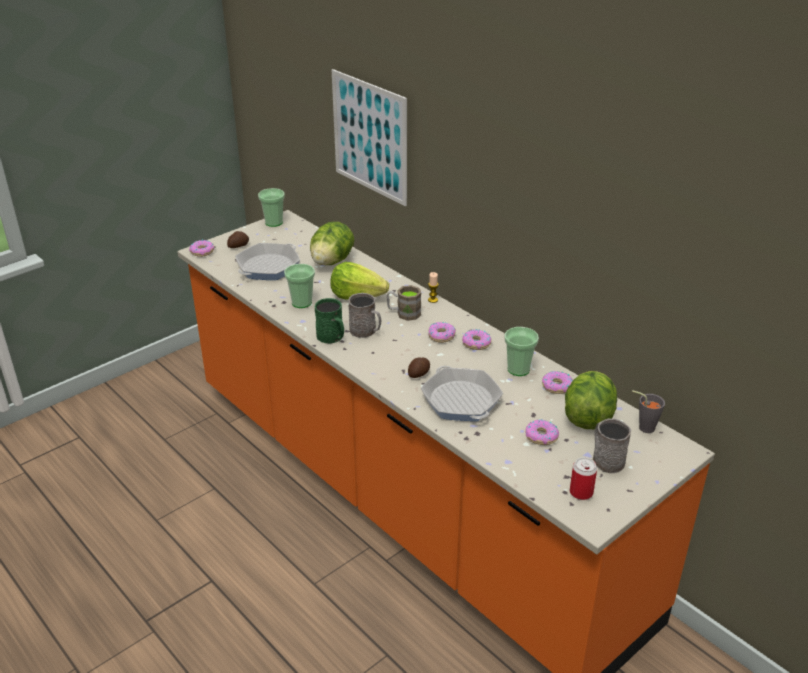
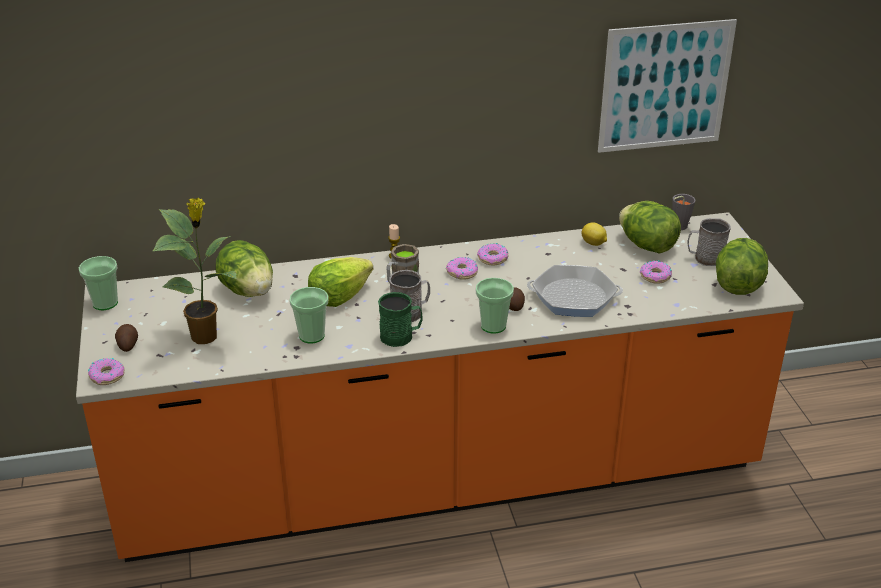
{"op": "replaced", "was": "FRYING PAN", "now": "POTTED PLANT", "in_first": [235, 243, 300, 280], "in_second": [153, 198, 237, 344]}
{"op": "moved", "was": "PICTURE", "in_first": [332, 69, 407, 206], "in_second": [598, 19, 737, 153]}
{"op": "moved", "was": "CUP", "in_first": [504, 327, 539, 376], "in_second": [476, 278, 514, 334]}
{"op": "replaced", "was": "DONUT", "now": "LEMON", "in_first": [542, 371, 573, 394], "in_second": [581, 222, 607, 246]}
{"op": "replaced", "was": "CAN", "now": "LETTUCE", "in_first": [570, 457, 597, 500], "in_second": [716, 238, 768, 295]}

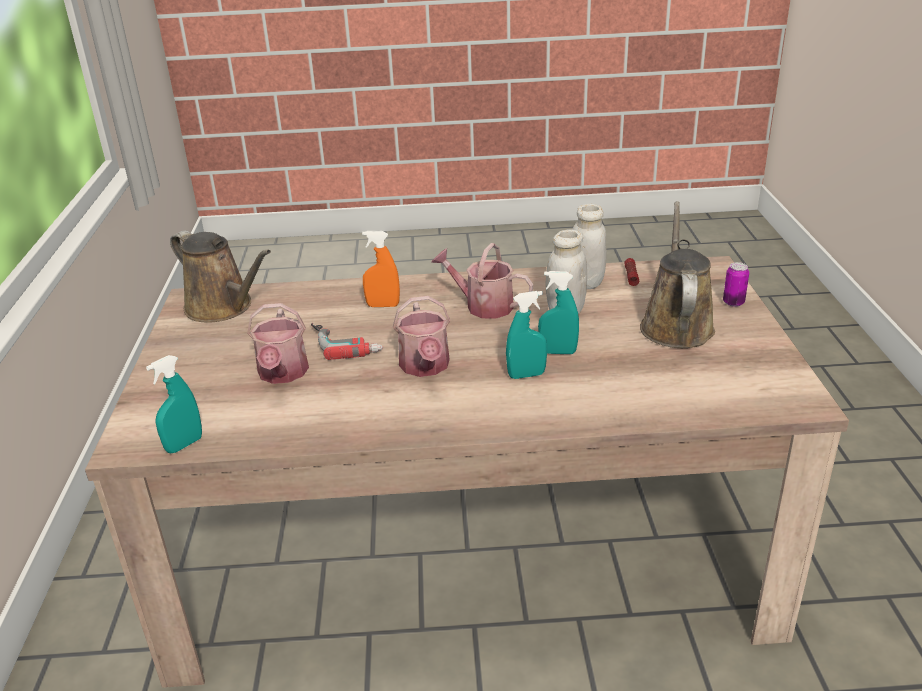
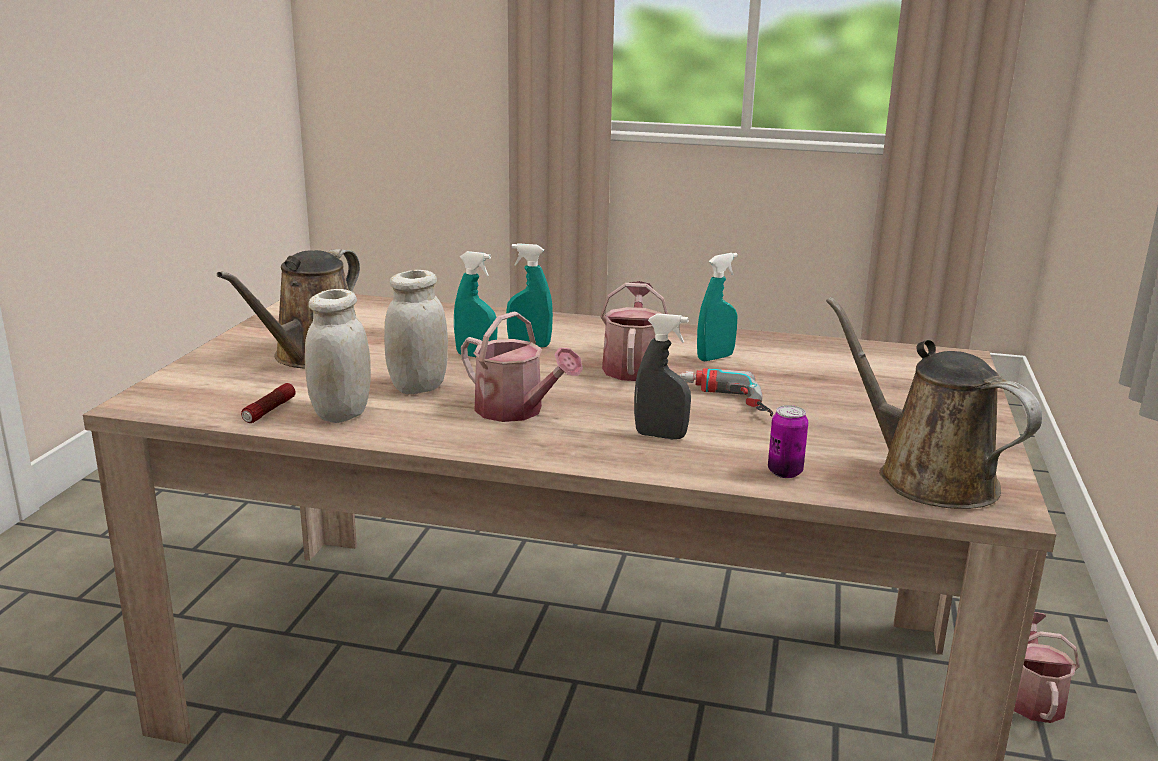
{"op": "moved", "was": "TURQUOISE SPRAY BOTTLE", "in_first": [146, 355, 202, 453], "in_second": [697, 253, 738, 361]}
{"op": "moved", "was": "WATERING CAN", "in_first": [247, 303, 309, 384], "in_second": [1014, 612, 1080, 723]}
{"op": "recoloured", "was": "ORANGE SPRAY BOTTLE", "now": "GREY SPRAY BOTTLE", "in_first": [362, 231, 400, 307], "in_second": [634, 313, 691, 439]}
{"op": "moved", "was": "CAN", "in_first": [723, 262, 749, 307], "in_second": [768, 405, 808, 478]}

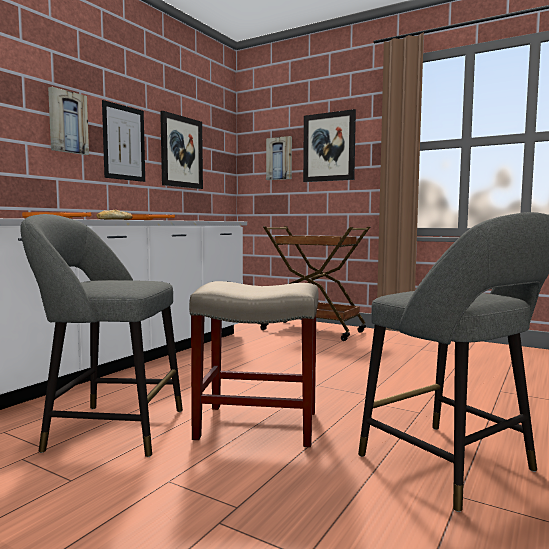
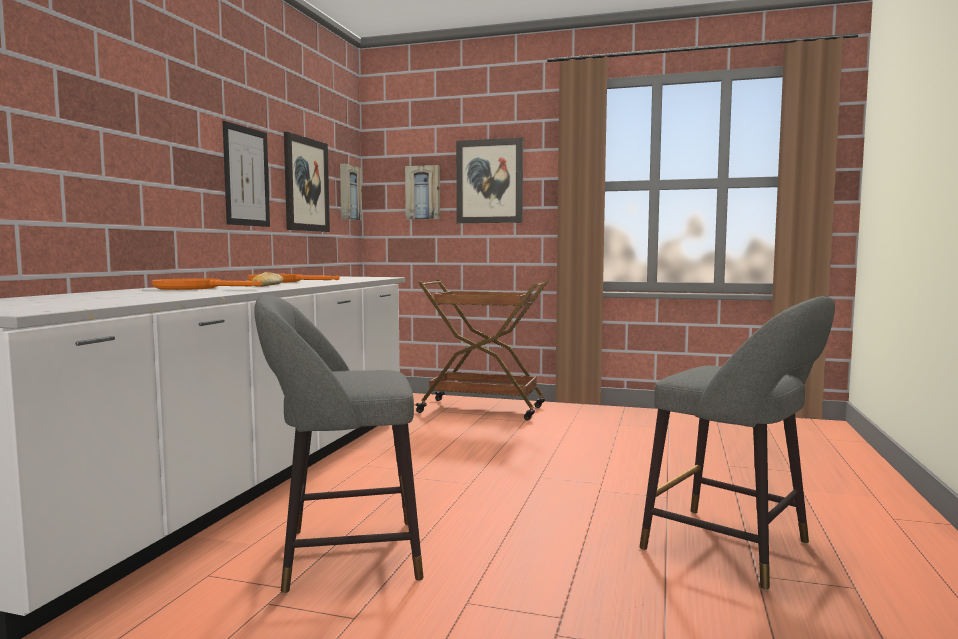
{"op": "moved", "was": "PICTURE", "in_first": [48, 87, 89, 155], "in_second": [340, 164, 362, 220]}
{"op": "removed", "was": "BEIGE STOOL", "in_first": [189, 281, 319, 447]}

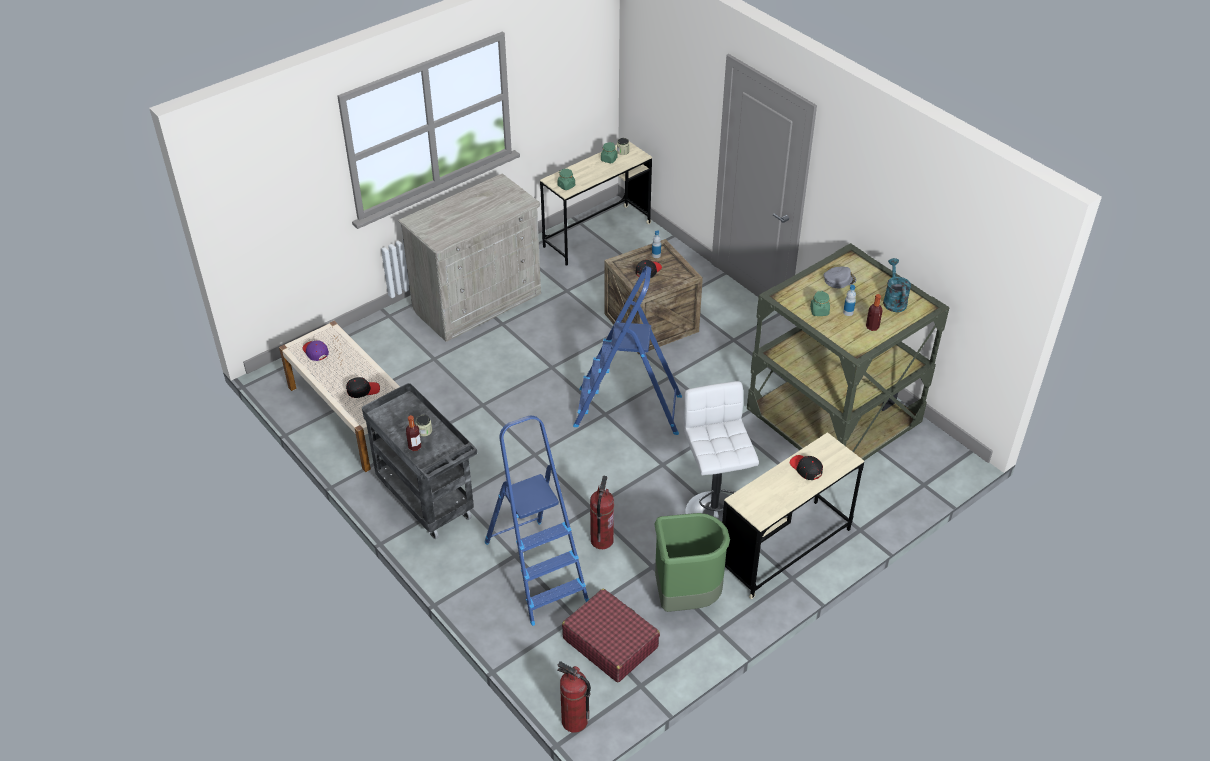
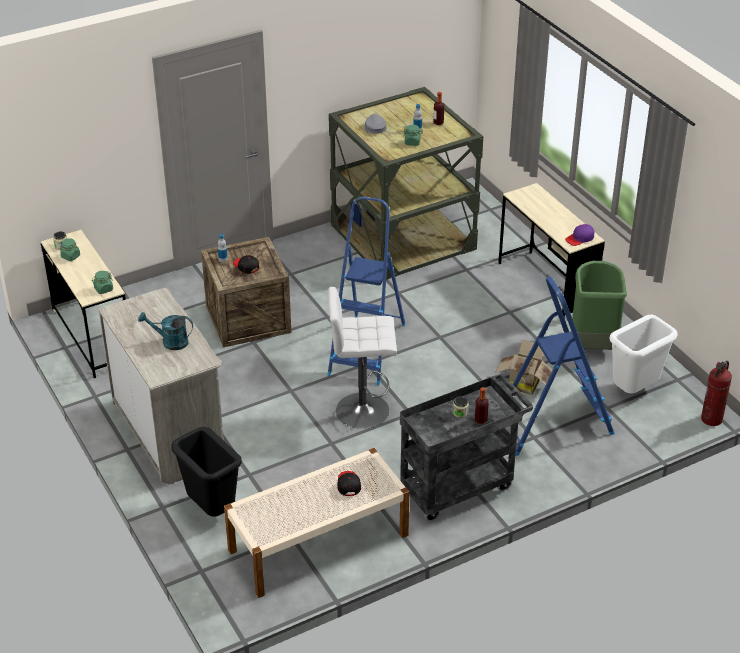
{"op": "moved", "was": "PURPLE CAP", "in_first": [302, 341, 329, 361], "in_second": [565, 224, 594, 246]}
{"op": "replaced", "was": "RED SUITCASE", "now": "WHITE TRASH CAN", "in_first": [562, 589, 660, 682], "in_second": [609, 315, 678, 394]}
{"op": "replaced", "was": "FIRE EXTINGUISHER", "now": "CARDBOARD BOX", "in_first": [590, 476, 614, 549], "in_second": [495, 340, 552, 395]}
{"op": "moved", "was": "WHITE STOOL", "in_first": [684, 381, 759, 522], "in_second": [328, 287, 397, 429]}
{"op": "removed", "was": "BLACK CAP", "in_first": [790, 455, 823, 480]}
{"op": "moved", "was": "TURQUOISE WATERING CAN", "in_first": [883, 258, 911, 312], "in_second": [138, 312, 193, 350]}
{"op": "added", "now": "BLACK TRASH CAN", "in_second": [171, 427, 242, 517]}

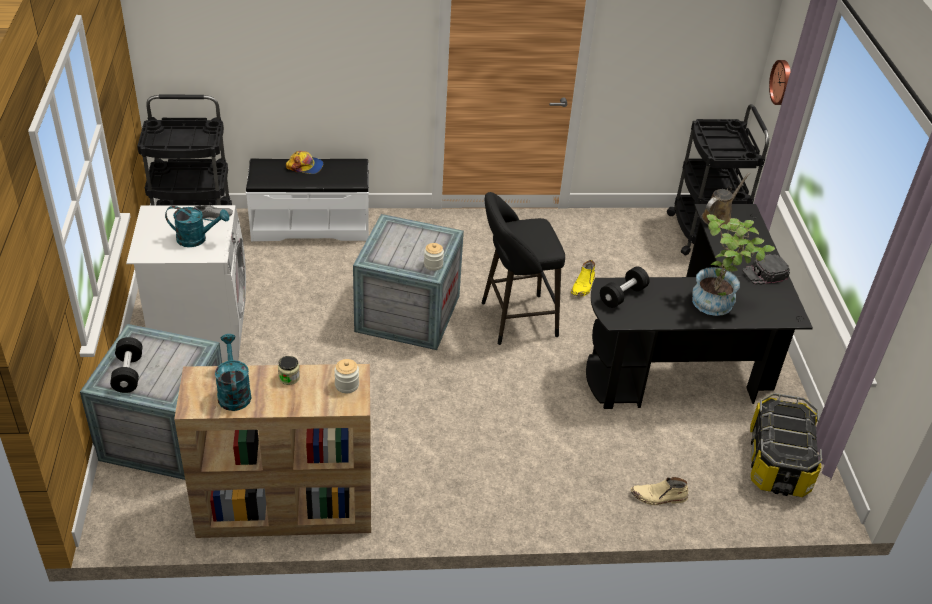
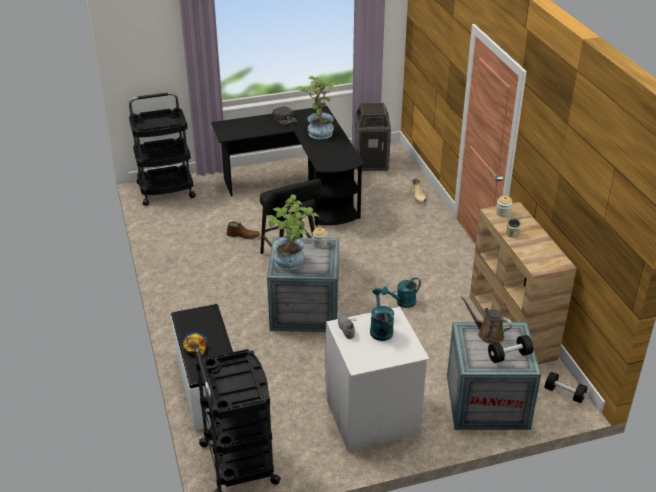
{"op": "moved", "was": "TURQUOISE WATERING CAN", "in_first": [215, 334, 251, 411], "in_second": [382, 278, 421, 308]}
{"op": "recoloured", "was": "YELLOW BOOT", "now": "BROWN BOOT", "in_first": [571, 260, 595, 297], "in_second": [227, 221, 260, 239]}
{"op": "moved", "was": "BLACK DUMBBELL", "in_first": [600, 266, 650, 308], "in_second": [545, 372, 587, 403]}
{"op": "moved", "was": "BROWN WATERING CAN", "in_first": [702, 173, 750, 226], "in_second": [461, 296, 513, 344]}
{"op": "replaced", "was": "STORAGE BOX", "now": "TRASH CAN", "in_first": [750, 393, 822, 497], "in_second": [355, 103, 391, 171]}
{"op": "removed", "was": "WALL CLOCK", "in_first": [769, 60, 791, 105]}
{"op": "added", "now": "POTTED PLANT", "in_second": [266, 195, 319, 270]}

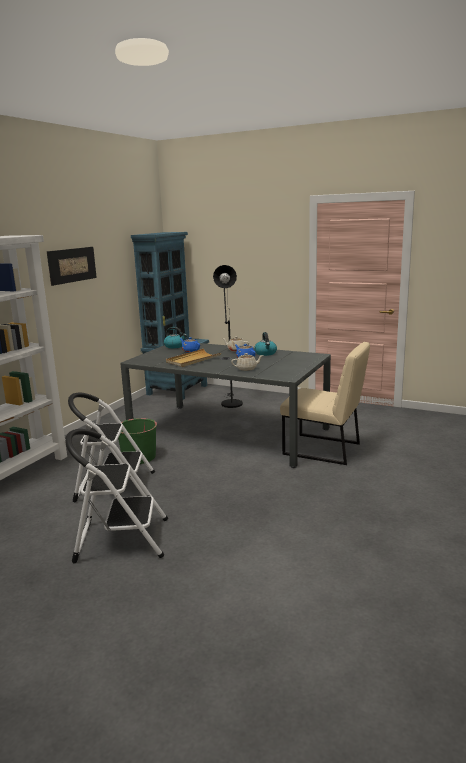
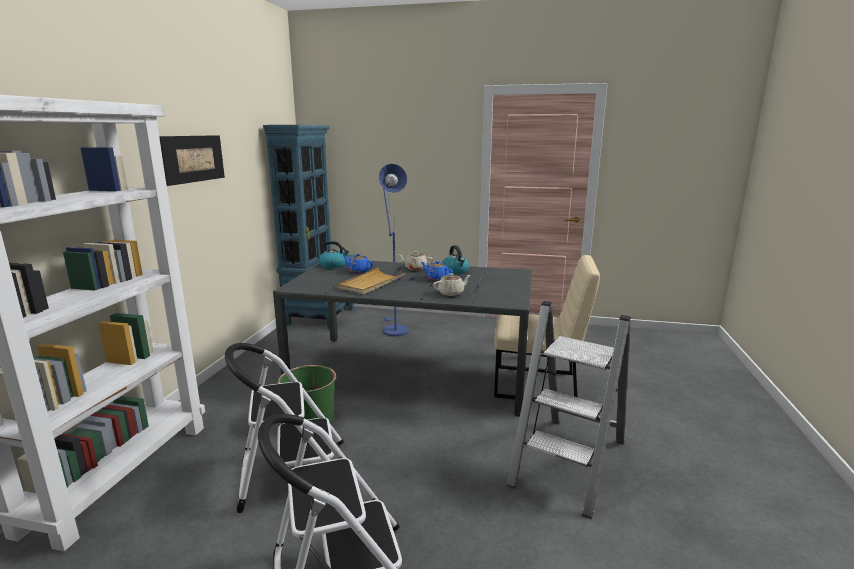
{"op": "recoloured", "was": "BLACK FLOOR LAMP", "now": "BLUE FLOOR LAMP", "in_first": [213, 265, 243, 408], "in_second": [379, 164, 409, 337]}
{"op": "added", "now": "GREY STEP LADDER", "in_second": [506, 301, 631, 520]}

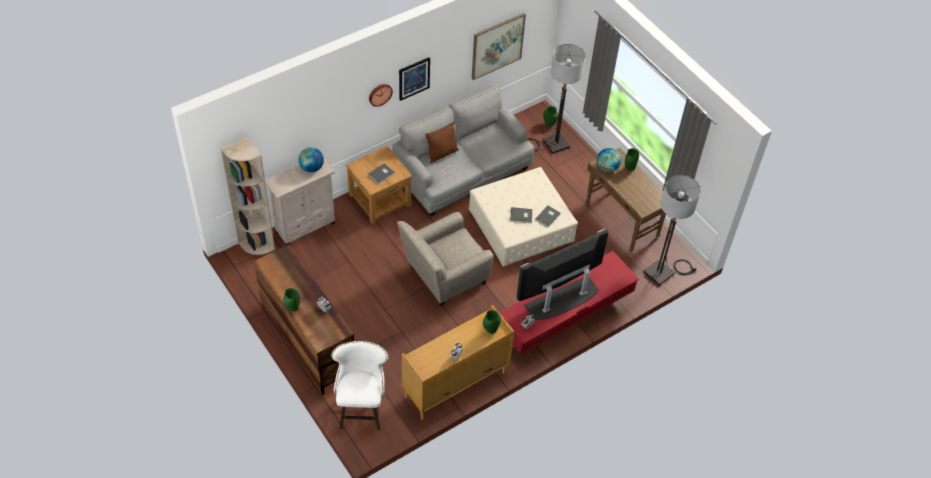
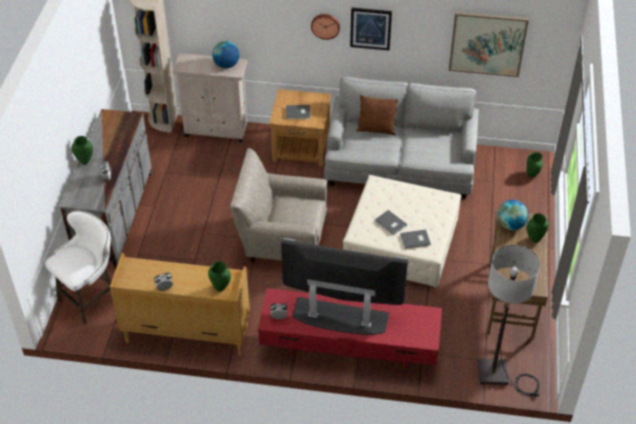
{"op": "recoloured", "was": "BROWN CABINET", "now": "GREY CABINET", "in_first": [253, 244, 354, 395], "in_second": [60, 109, 152, 270]}
{"op": "removed", "was": "FLOOR LAMP", "in_first": [527, 44, 586, 154]}

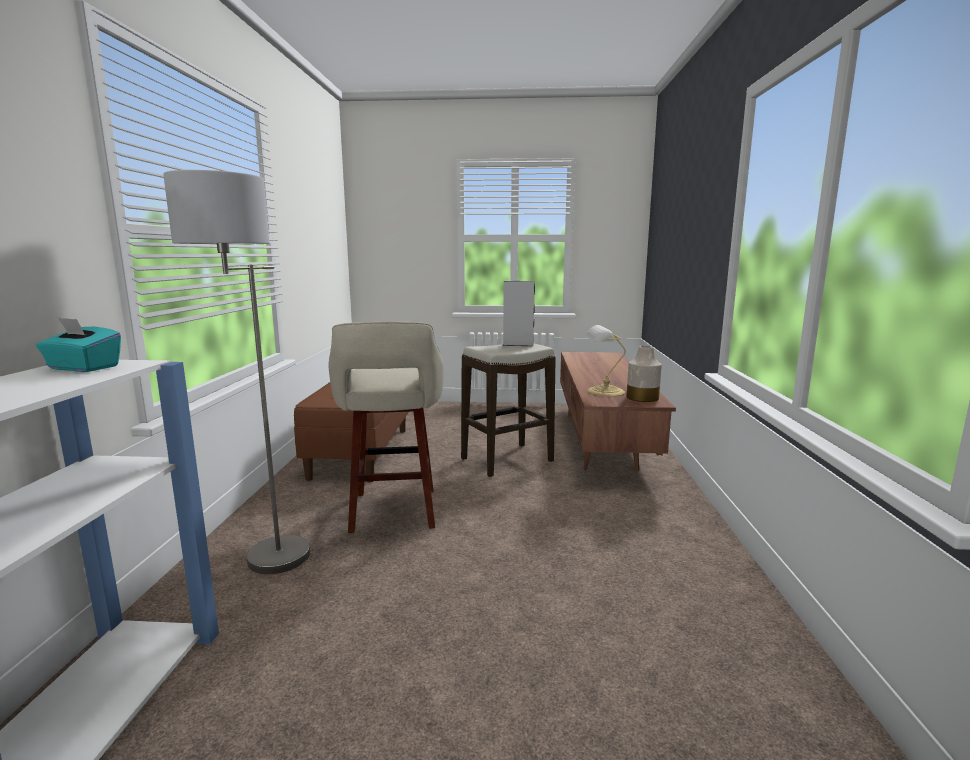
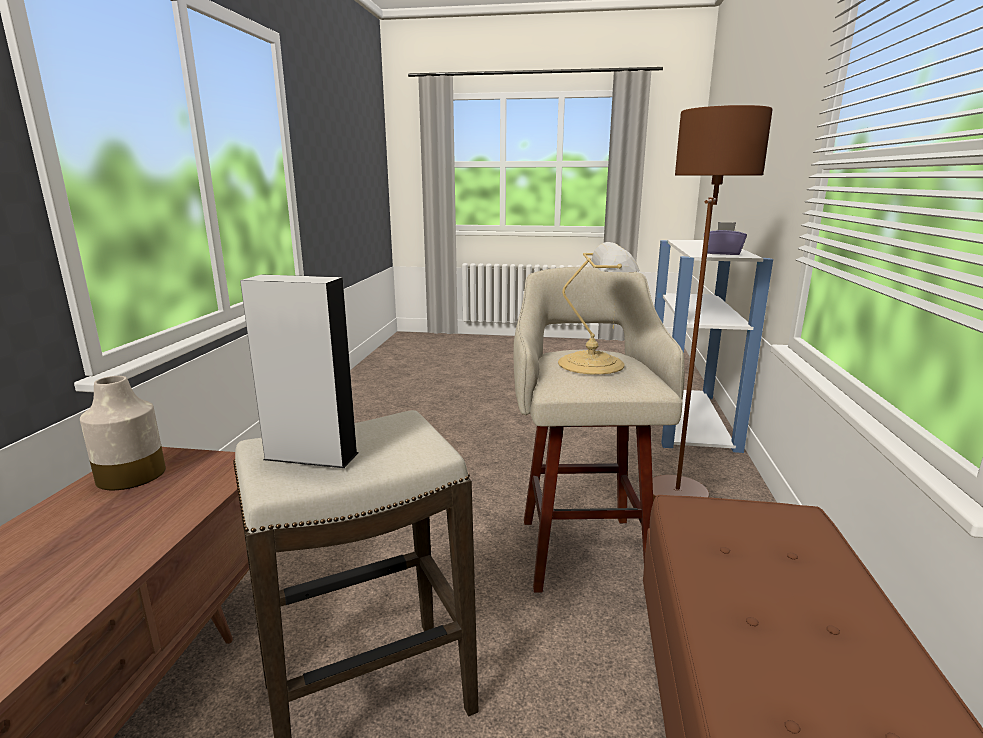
{"op": "recoloured", "was": "TURQUOISE TISSUE BOX", "now": "PURPLE TISSUE BOX", "in_first": [36, 317, 121, 372], "in_second": [704, 222, 747, 255]}
{"op": "recoloured", "was": "GREY FLOOR LAMP", "now": "BROWN FLOOR LAMP", "in_first": [164, 170, 310, 574], "in_second": [652, 105, 772, 501]}
{"op": "moved", "was": "TABLE LAMP", "in_first": [586, 325, 626, 397], "in_second": [558, 242, 640, 375]}

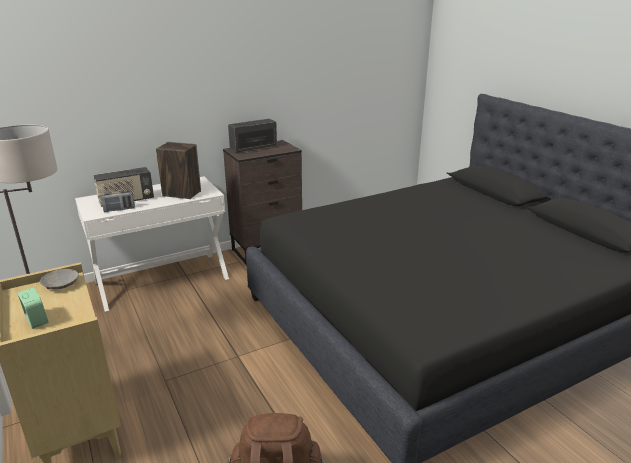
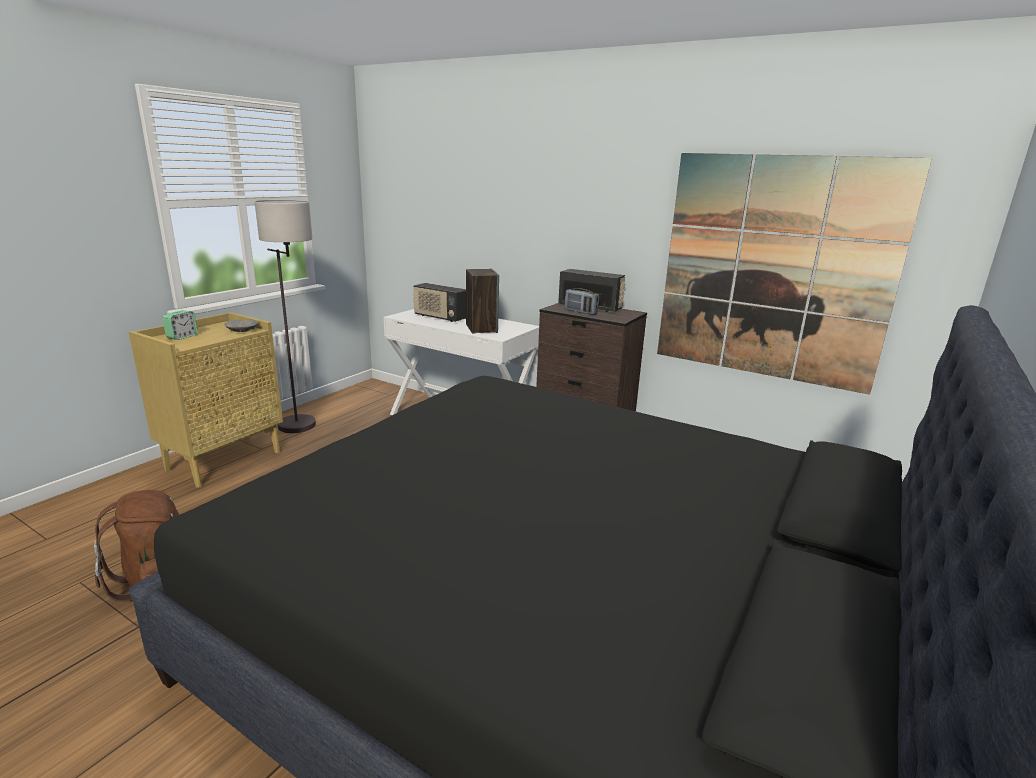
{"op": "moved", "was": "RADIO", "in_first": [101, 191, 135, 212], "in_second": [565, 288, 599, 315]}
{"op": "added", "now": "PICTURE", "in_second": [657, 153, 932, 395]}

